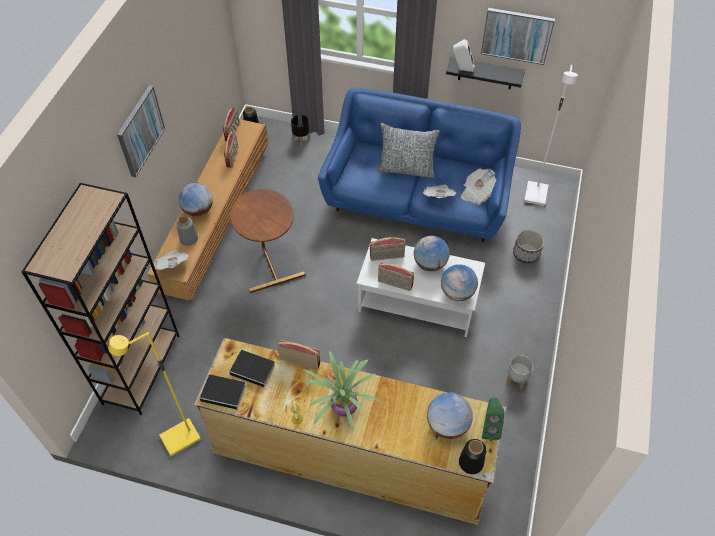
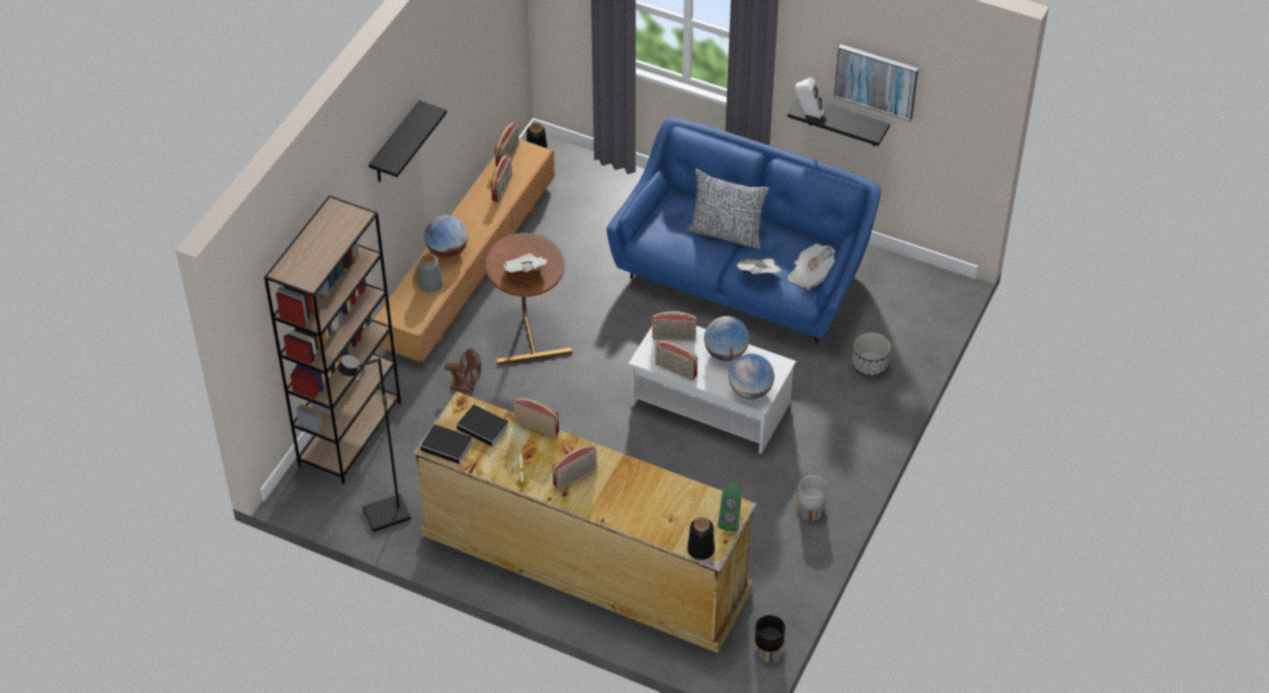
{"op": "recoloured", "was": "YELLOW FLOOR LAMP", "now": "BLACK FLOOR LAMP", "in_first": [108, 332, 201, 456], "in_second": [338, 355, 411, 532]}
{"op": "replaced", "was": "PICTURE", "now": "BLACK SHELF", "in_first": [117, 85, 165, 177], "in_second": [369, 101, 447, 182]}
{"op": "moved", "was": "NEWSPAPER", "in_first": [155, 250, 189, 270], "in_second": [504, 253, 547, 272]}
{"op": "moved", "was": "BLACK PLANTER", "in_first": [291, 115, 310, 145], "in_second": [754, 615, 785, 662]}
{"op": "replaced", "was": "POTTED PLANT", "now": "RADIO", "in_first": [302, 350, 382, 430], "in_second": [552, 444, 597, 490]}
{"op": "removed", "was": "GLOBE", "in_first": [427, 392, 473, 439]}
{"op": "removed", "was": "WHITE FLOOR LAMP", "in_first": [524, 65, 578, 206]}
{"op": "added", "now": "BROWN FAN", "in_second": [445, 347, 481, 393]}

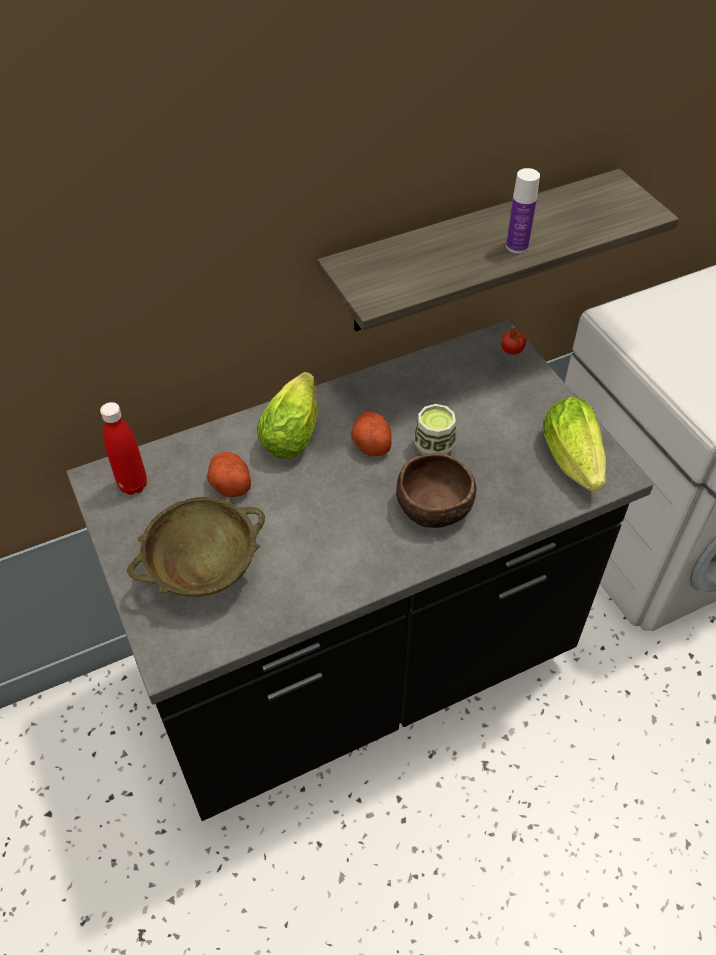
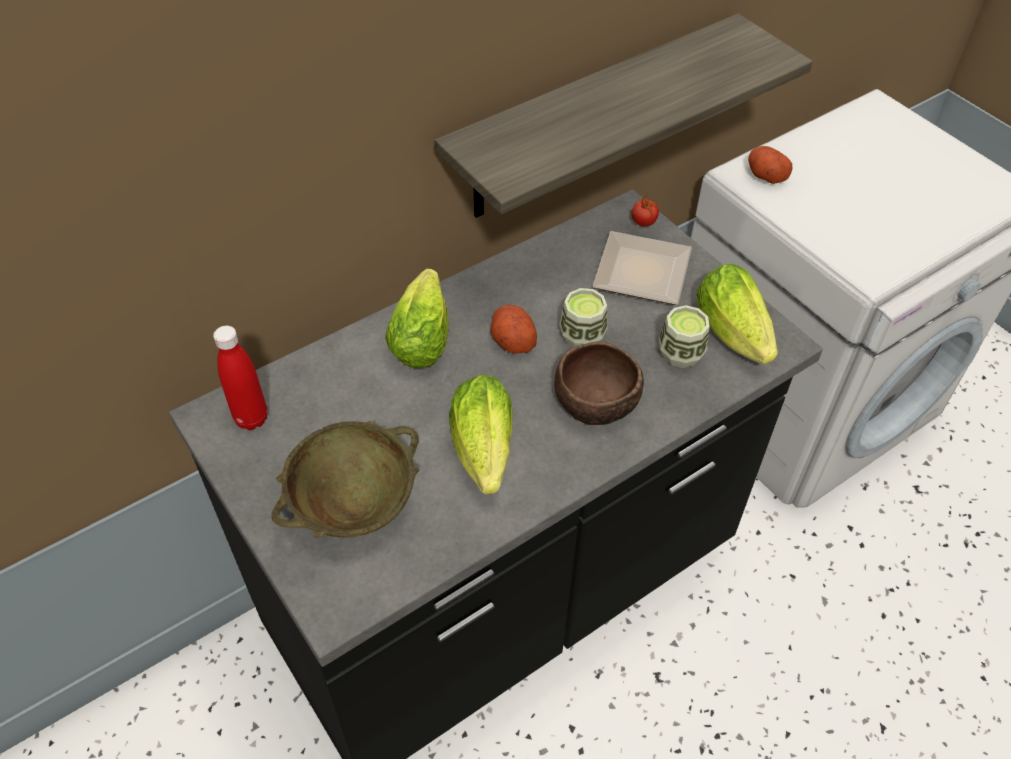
{"op": "moved", "was": "POTATO", "in_first": [207, 452, 251, 497], "in_second": [748, 146, 793, 184]}
{"op": "removed", "was": "BOTTLE", "in_first": [506, 168, 540, 253]}
{"op": "added", "now": "LETTUCE", "in_second": [449, 375, 513, 495]}
{"op": "added", "now": "PLATE", "in_second": [592, 231, 692, 305]}
{"op": "added", "now": "CUP", "in_second": [659, 305, 710, 368]}

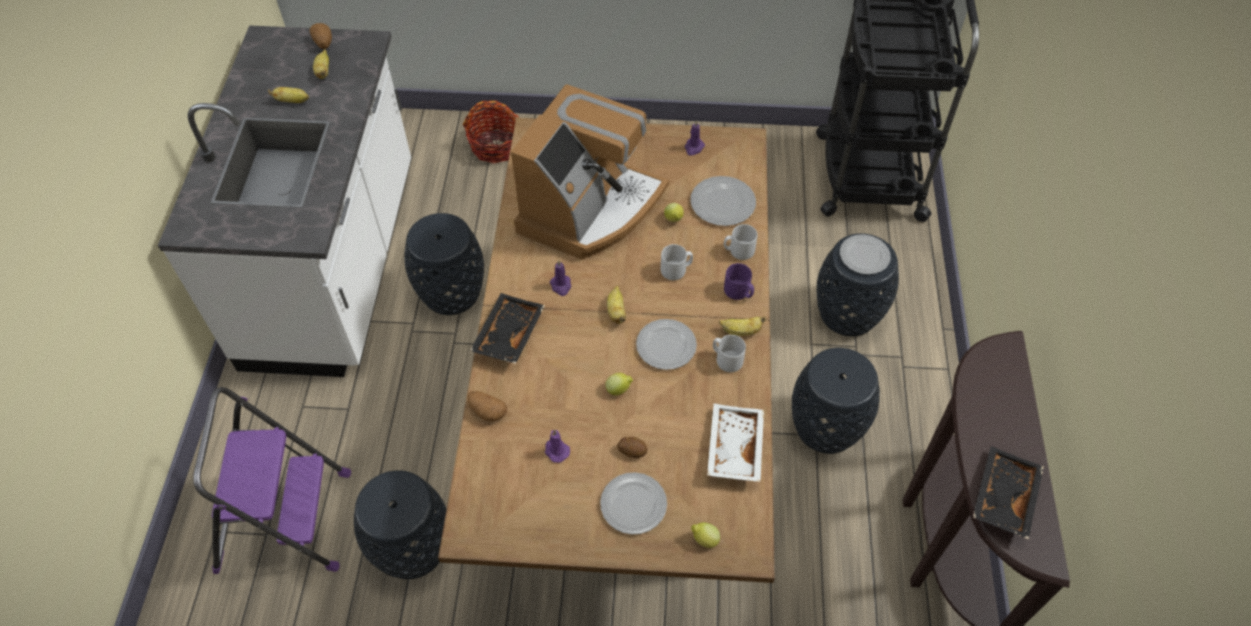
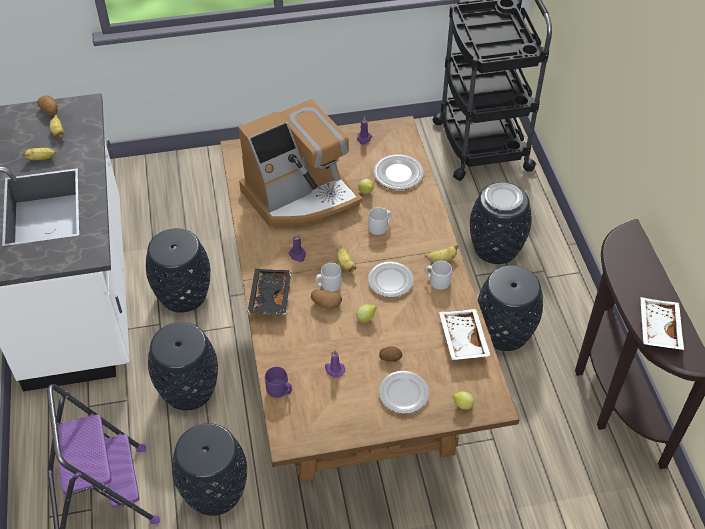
{"op": "removed", "was": "BASKET", "in_first": [463, 101, 519, 164]}
{"op": "moved", "was": "POTATO", "in_first": [467, 391, 507, 421], "in_second": [311, 289, 342, 309]}
{"op": "turned", "was": "COFFEE MACHINE", "in_first": [511, 84, 669, 260], "in_second": [239, 99, 363, 227], "clockwise": 45}
{"op": "moved", "was": "GREY MUG", "in_first": [724, 224, 758, 260], "in_second": [316, 263, 342, 292]}
{"op": "moved", "was": "PURPLE MUG", "in_first": [724, 263, 754, 300], "in_second": [265, 367, 292, 398]}
{"op": "recoloured", "was": "BLACK TRAY", "now": "WHITE TRAY", "in_first": [973, 446, 1044, 539], "in_second": [640, 297, 684, 350]}
{"op": "added", "now": "BLACK STOOL", "in_second": [148, 322, 218, 411]}

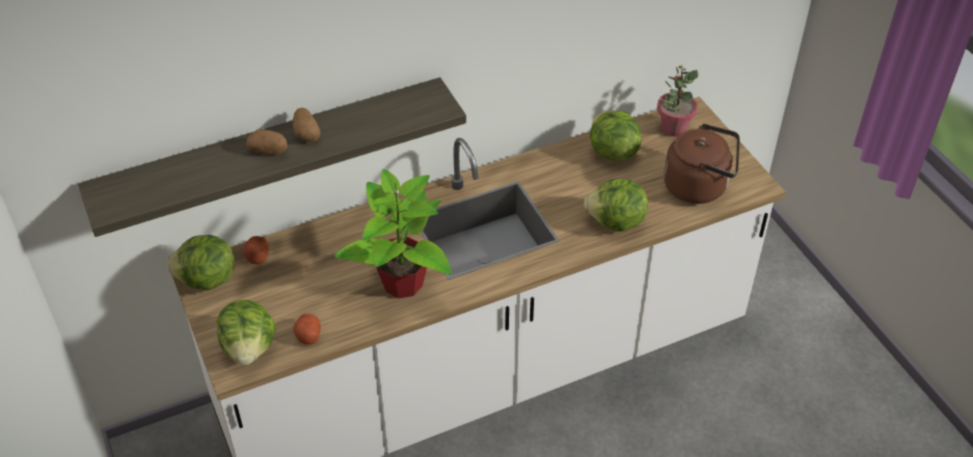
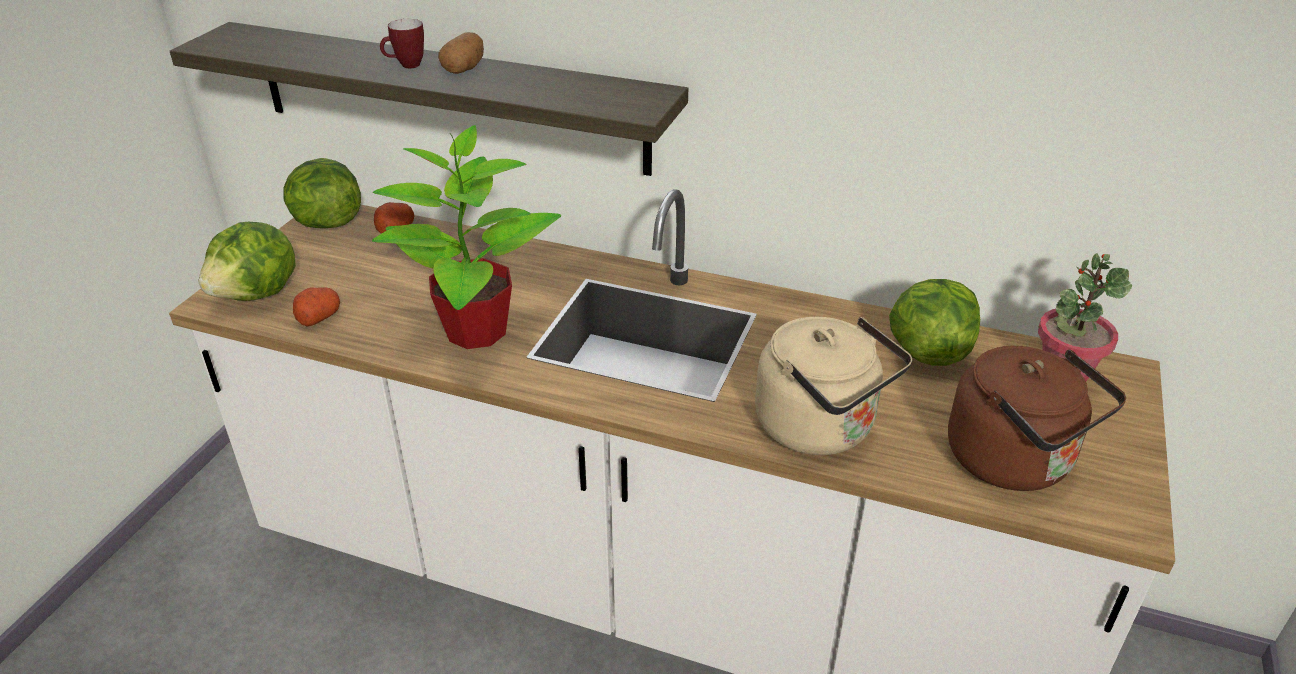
{"op": "replaced", "was": "POTATO", "now": "MUG", "in_first": [246, 130, 288, 155], "in_second": [380, 19, 424, 68]}
{"op": "replaced", "was": "LETTUCE", "now": "BEIGE KETTLE", "in_first": [584, 179, 648, 232], "in_second": [755, 317, 912, 455]}

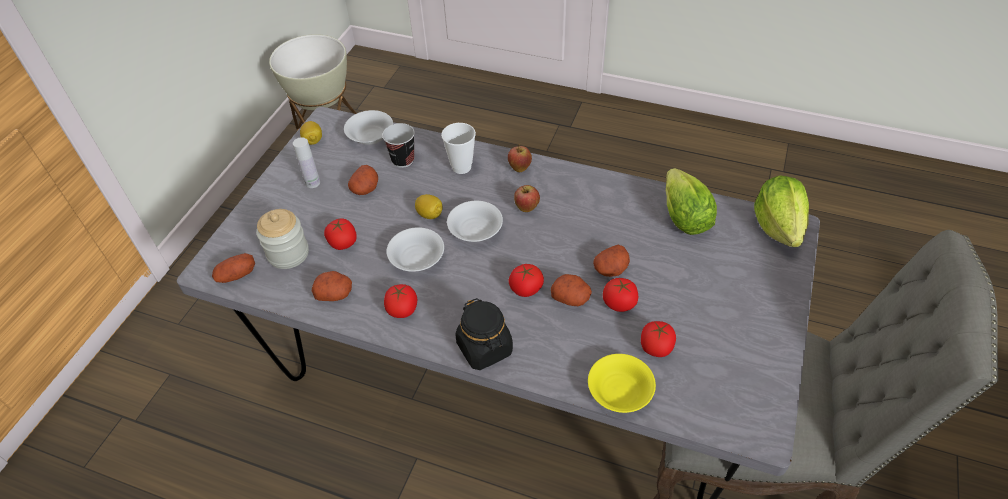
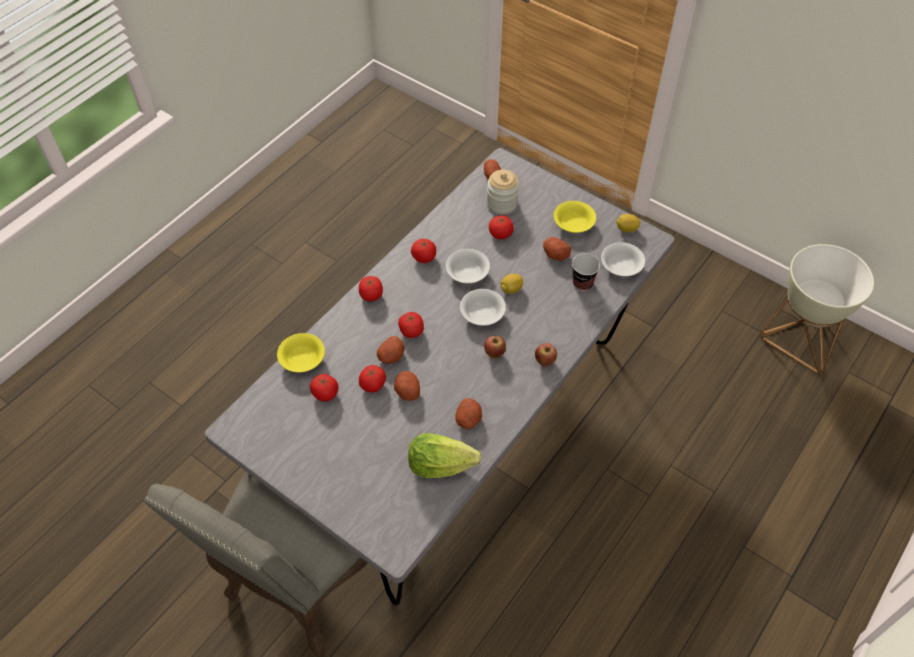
{"op": "replaced", "was": "WHITE BOTTLE", "now": "YELLOW BOWL", "in_first": [293, 137, 320, 188], "in_second": [554, 201, 596, 233]}
{"op": "moved", "was": "POTATO", "in_first": [312, 271, 352, 301], "in_second": [455, 398, 482, 429]}
{"op": "removed", "was": "CUP", "in_first": [441, 123, 476, 174]}
{"op": "replaced", "was": "BLACK JAR", "now": "TOMATO", "in_first": [455, 298, 513, 370], "in_second": [359, 276, 383, 301]}
{"op": "removed", "was": "LETTUCE", "in_first": [754, 175, 809, 247]}

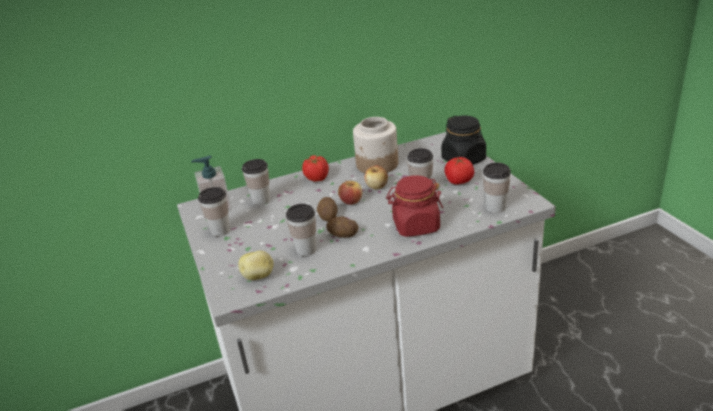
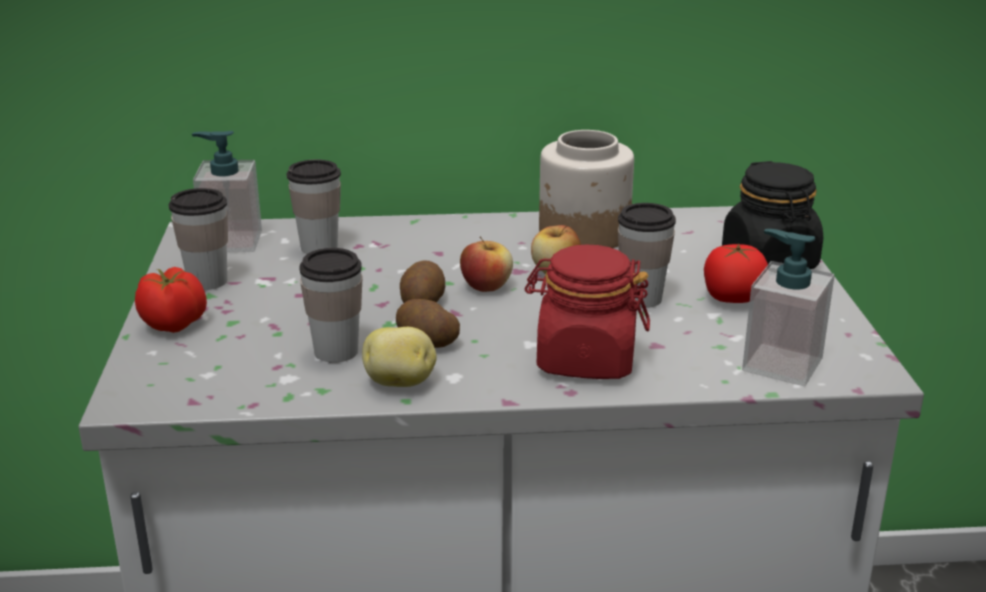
{"op": "moved", "was": "POTATO", "in_first": [238, 251, 274, 280], "in_second": [362, 327, 437, 387]}
{"op": "moved", "was": "TOMATO", "in_first": [302, 155, 329, 182], "in_second": [135, 267, 207, 333]}
{"op": "replaced", "was": "CUP", "now": "SOAP DISPENSER", "in_first": [483, 162, 511, 213], "in_second": [742, 229, 834, 386]}

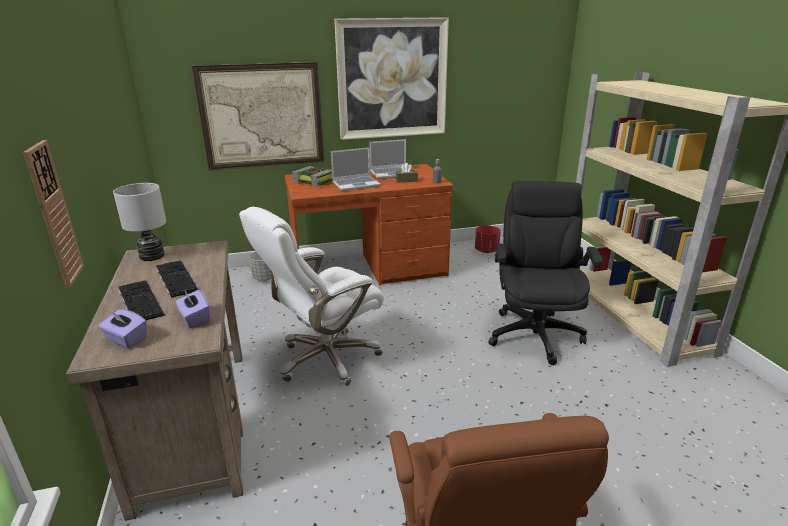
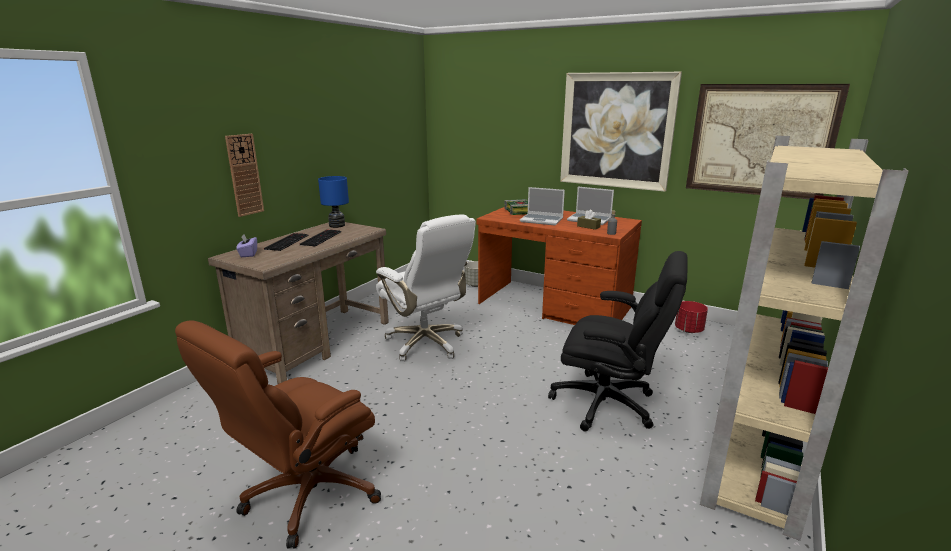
{"op": "recoloured", "was": "GREY TABLE LAMP", "now": "BLUE TABLE LAMP", "in_first": [113, 183, 166, 261], "in_second": [318, 176, 349, 228]}
{"op": "removed", "was": "PURPLE TISSUE BOX", "in_first": [176, 289, 210, 328]}
{"op": "moved", "was": "PICTURE", "in_first": [192, 62, 324, 170], "in_second": [686, 84, 850, 199]}
{"op": "turned", "was": "WHITE OFFICE CHAIR", "in_first": [239, 207, 384, 386], "in_second": [376, 214, 476, 361], "clockwise": -135}
{"op": "turned", "was": "BLACK OFFICE CHAIR", "in_first": [488, 181, 603, 365], "in_second": [548, 251, 688, 432], "clockwise": 60}

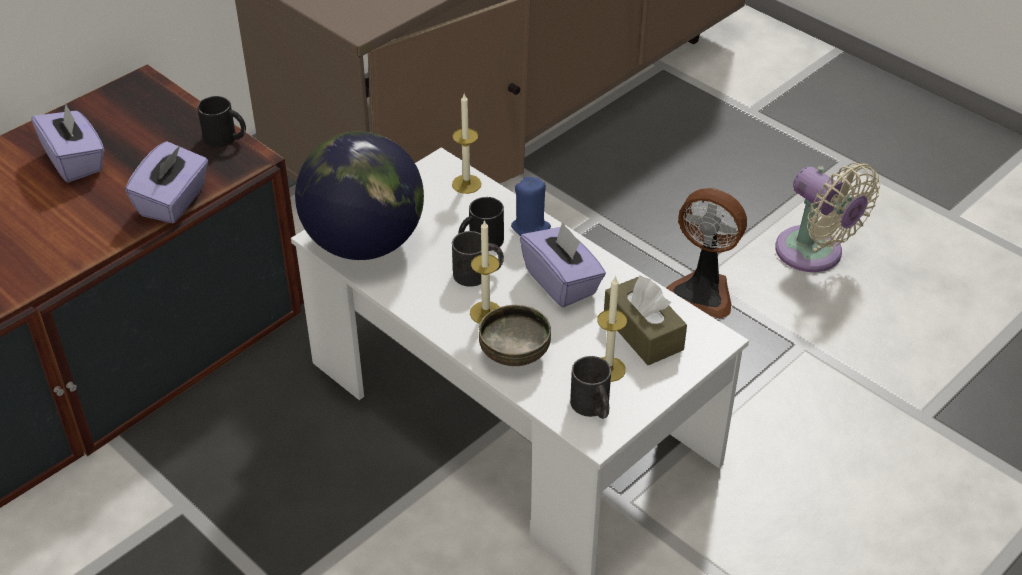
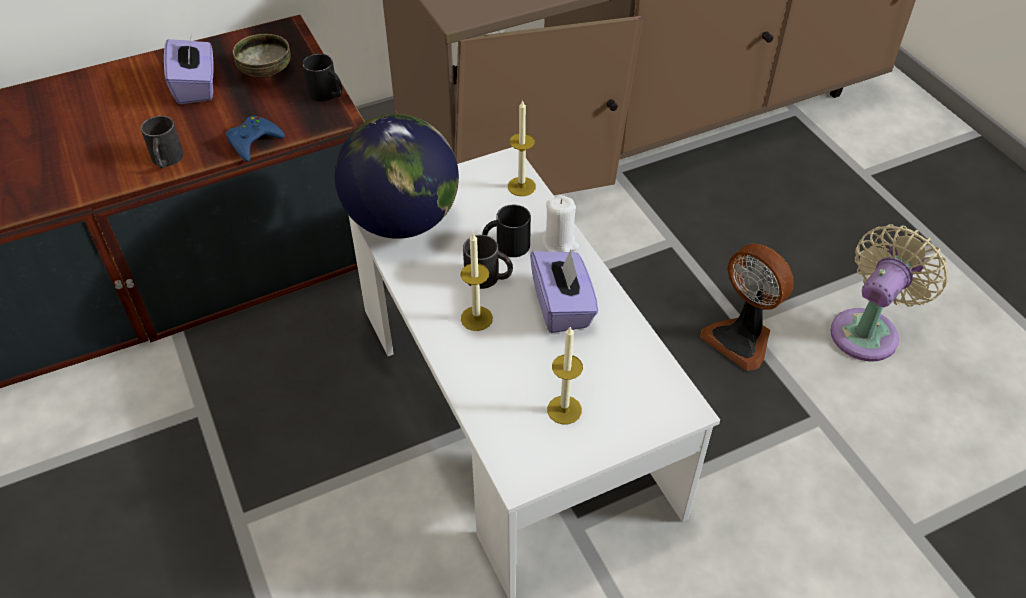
{"op": "replaced", "was": "PURPLE TISSUE BOX", "now": "BLUE GAME CONTROLLER", "in_first": [125, 141, 208, 223], "in_second": [226, 116, 285, 162]}
{"op": "moved", "was": "BOWL", "in_first": [479, 305, 551, 366], "in_second": [233, 34, 291, 78]}
{"op": "recoloured", "was": "BLUE CANDLE", "now": "WHITE CANDLE", "in_first": [511, 177, 551, 236], "in_second": [542, 195, 579, 252]}
{"op": "moved", "was": "BLACK MUG", "in_first": [570, 356, 611, 419], "in_second": [141, 116, 184, 168]}
{"op": "removed", "was": "BROWN TISSUE BOX", "in_first": [604, 275, 687, 365]}
{"op": "turned", "was": "BEIGE FAN", "in_first": [775, 163, 880, 272], "in_second": [831, 224, 948, 361], "clockwise": -120}

